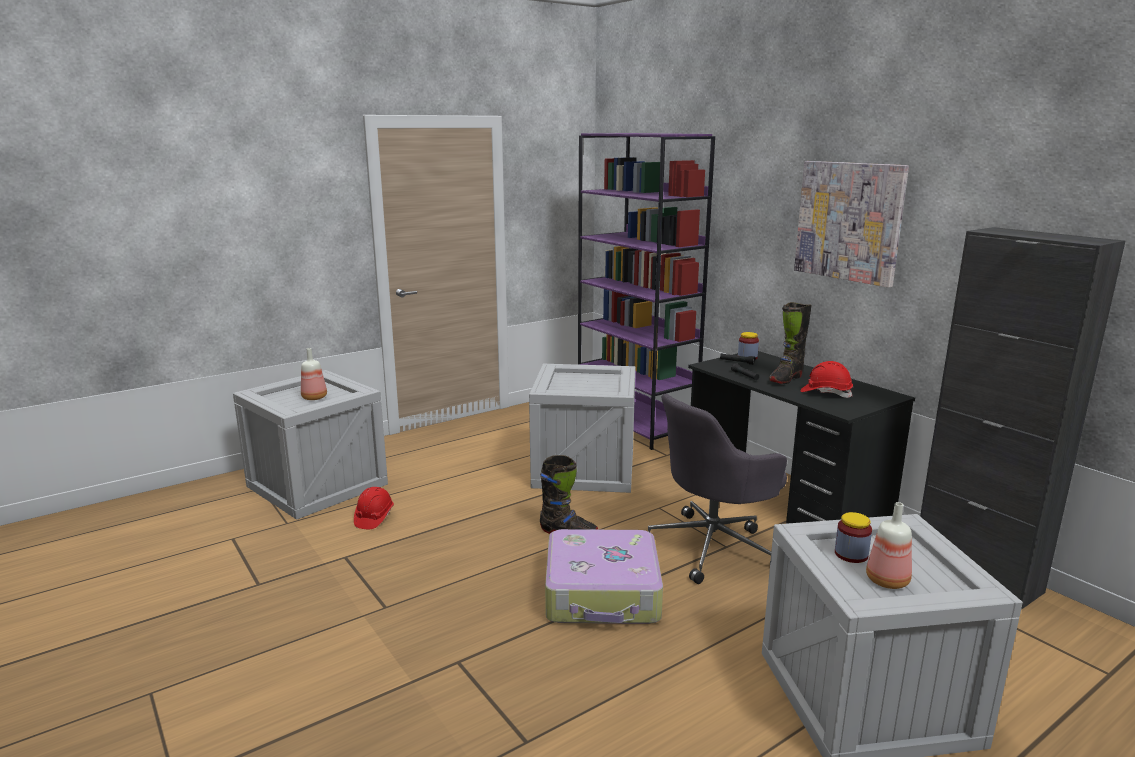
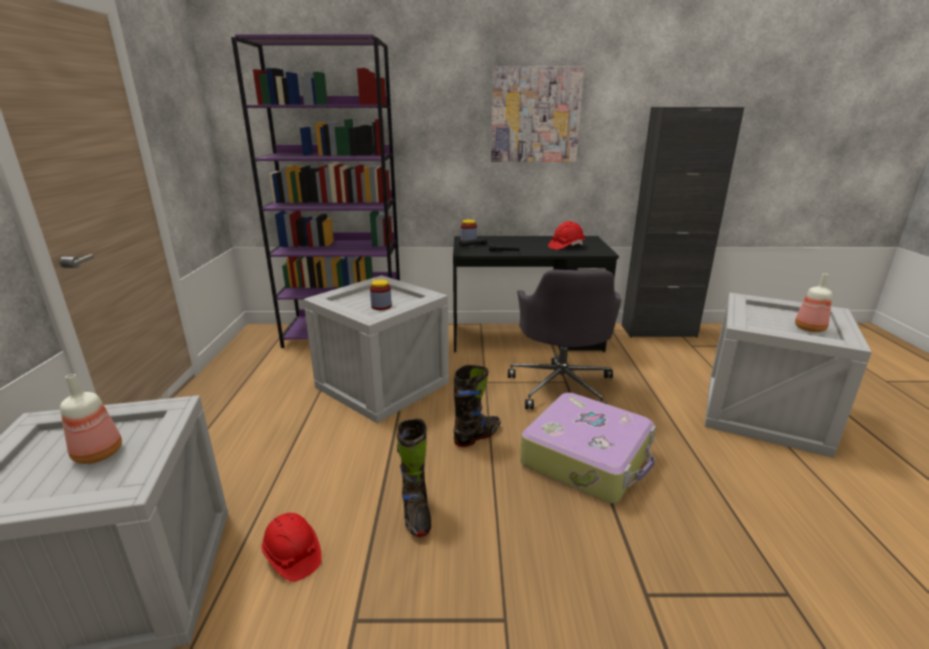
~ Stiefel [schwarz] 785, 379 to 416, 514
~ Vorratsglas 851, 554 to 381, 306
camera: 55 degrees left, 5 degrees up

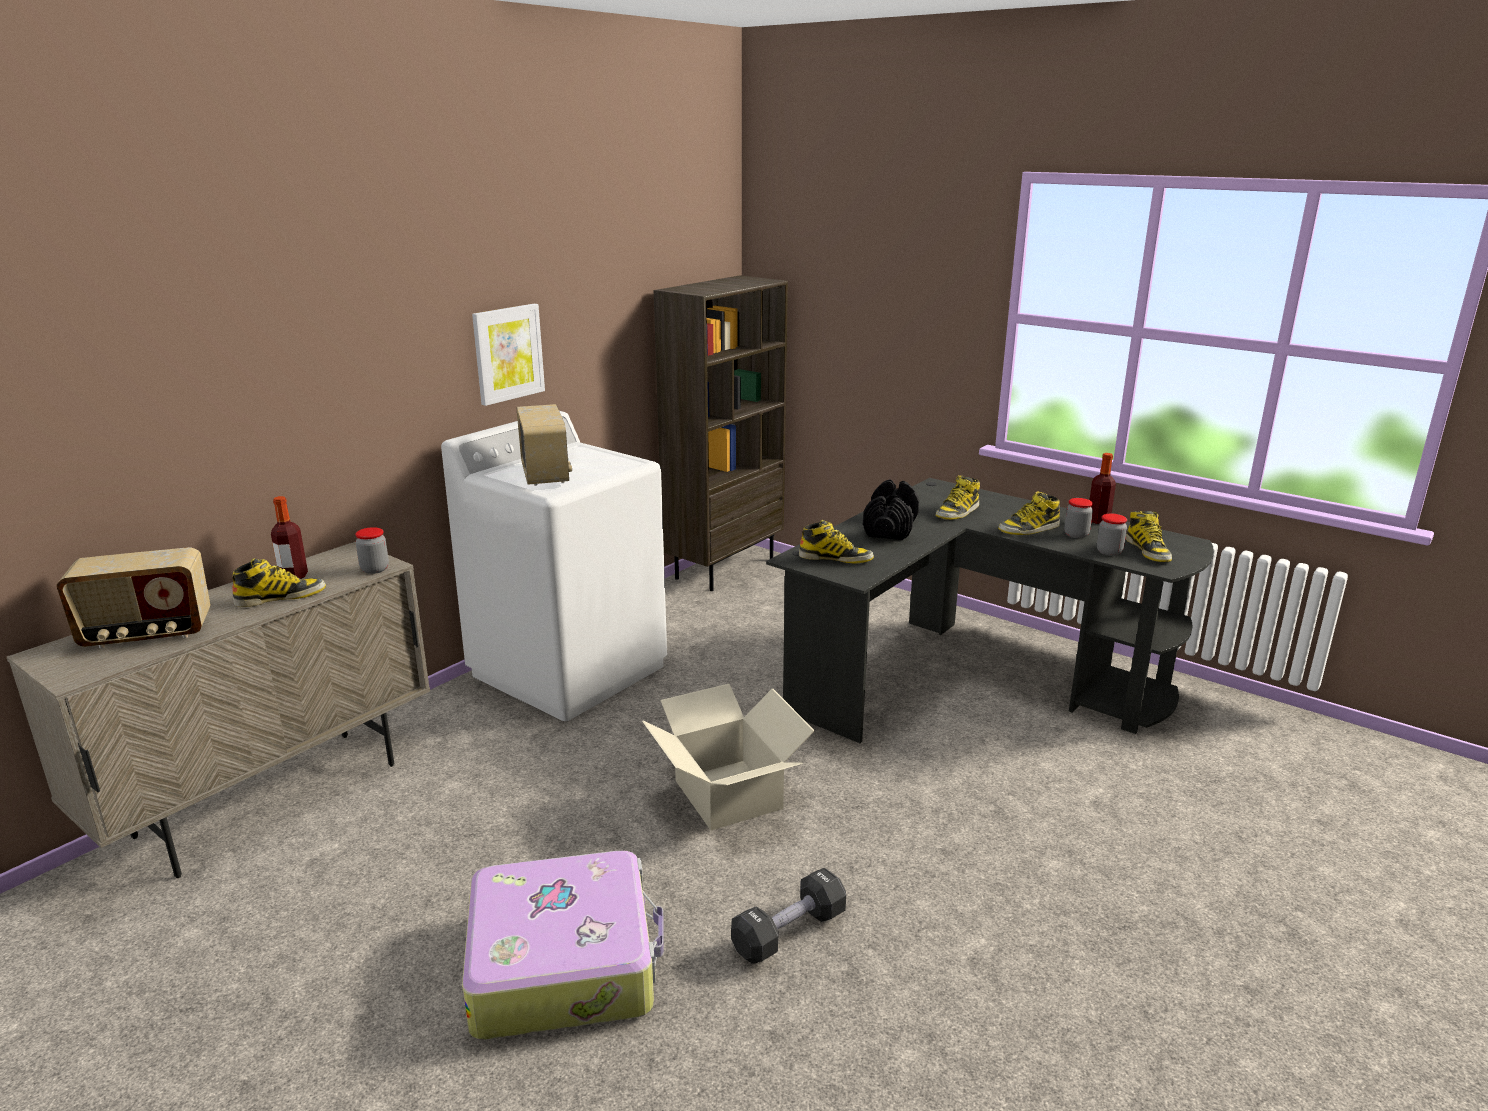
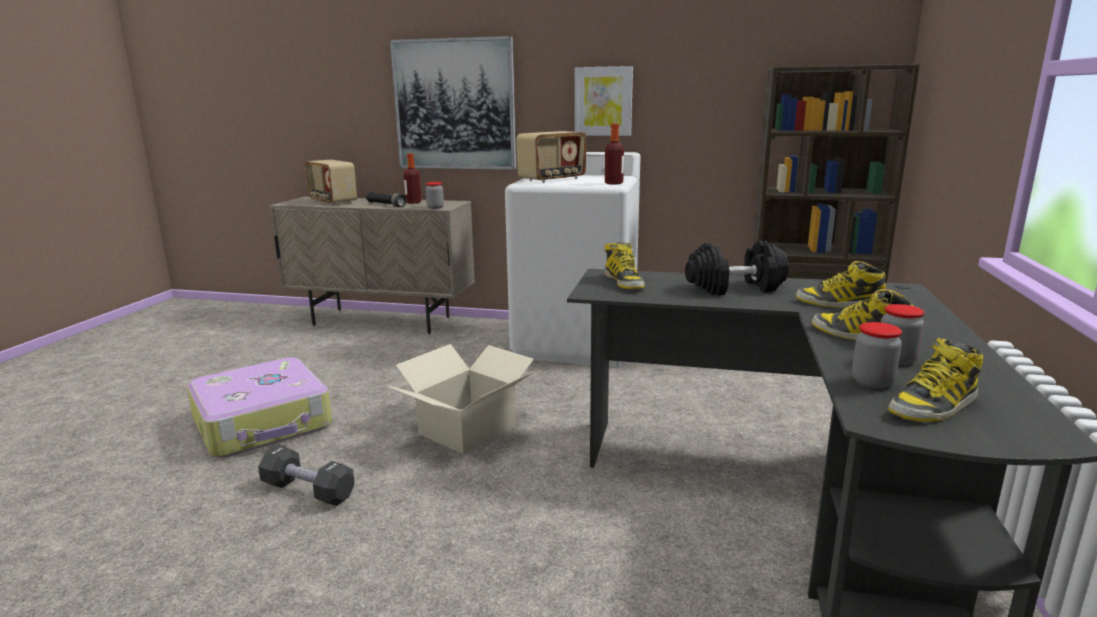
+ Bild 454, 105
~ Flasche 1098, 521 to 613, 183
~ Stiefel 281, 597 to Taschenlampe [schwarz] 386, 205
camera: 65 degrees right, 5 degrees down

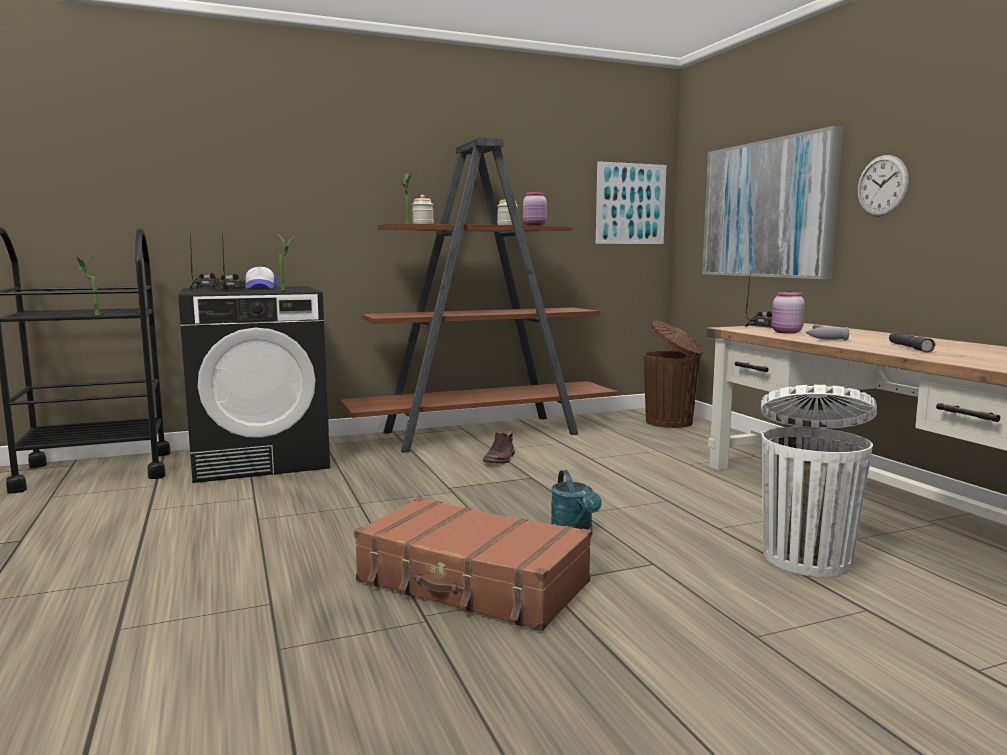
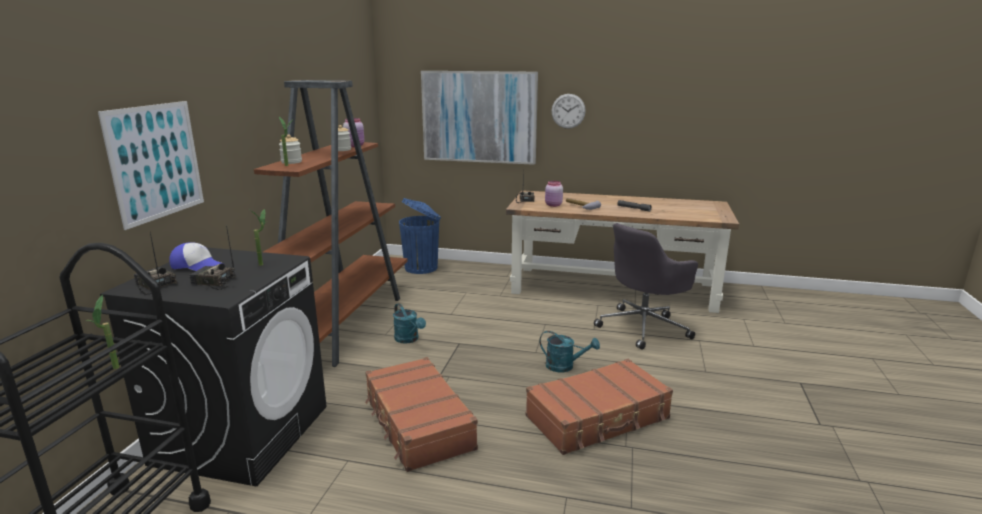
+ Koffer [braun] 418, 424
~ Bild 631, 204 to 156, 162
~ Stiefel [braun] 500, 459 to Gießkanne [türkis] 409, 339
~ Mülleimer [weiß] 806, 557 to Bürostuhl [grau] 644, 327
~ Mülleimer [braun] 670, 422 to Mülleimer [blau] 422, 267
camera: 55 degrees left, 10 degrees up

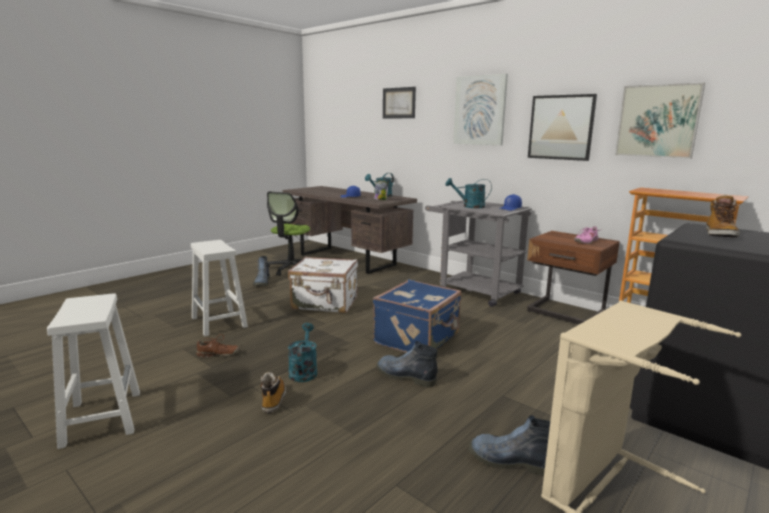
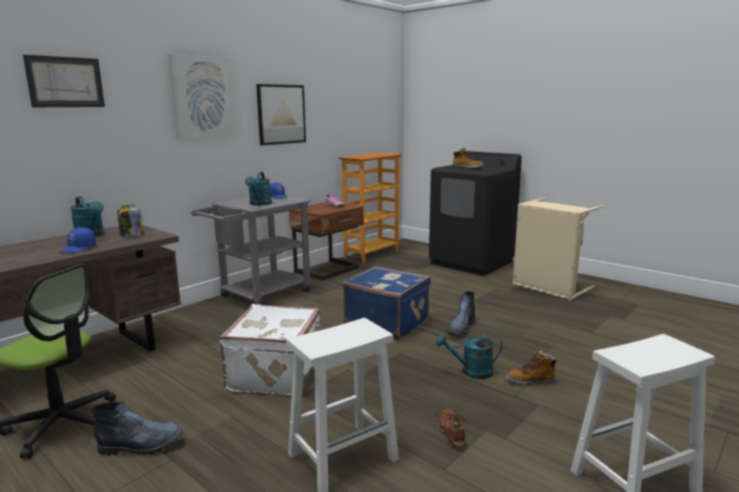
- Stiefel 510, 461
- Bild 657, 121
camera: 90 degrees left, 0 degrees up

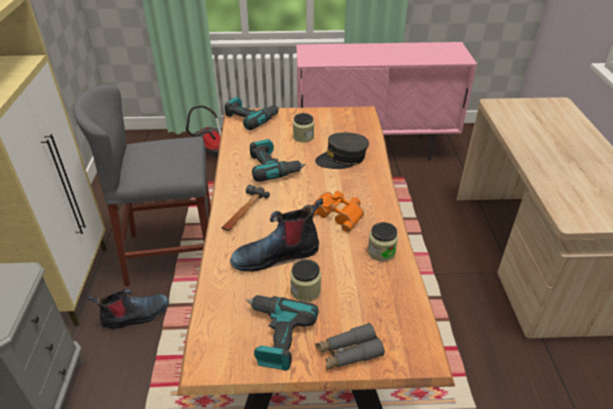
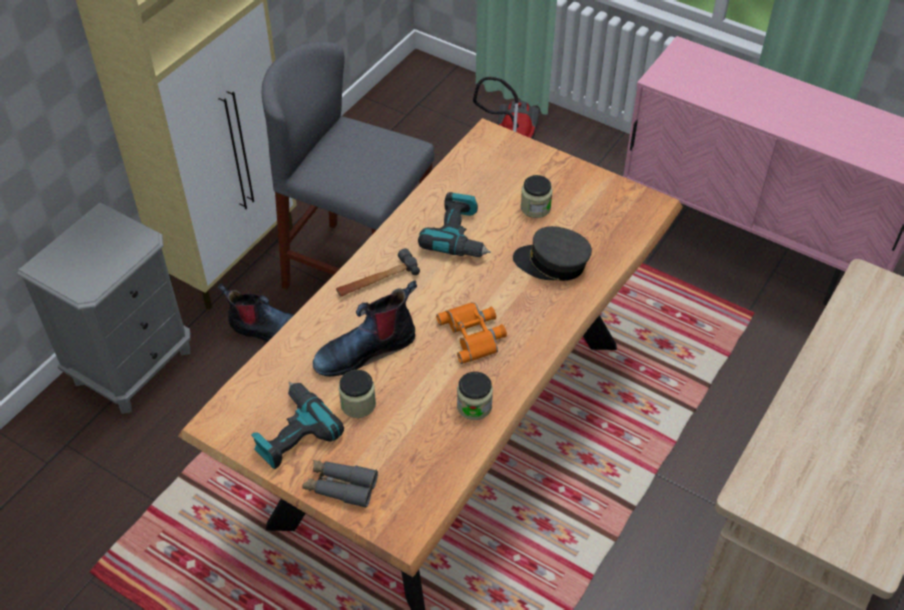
- Bohrmaschine 251, 118
~ Stiefel 277, 255 = 366, 349 45 degrees counterclockwise
camera: 35 degrees right, 10 degrees up

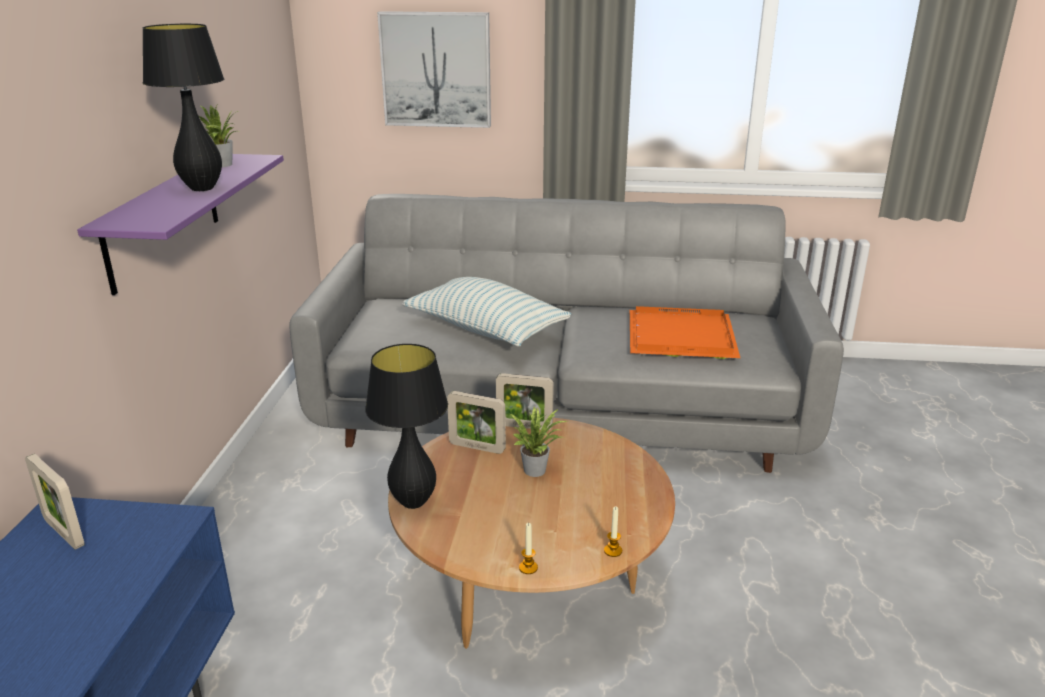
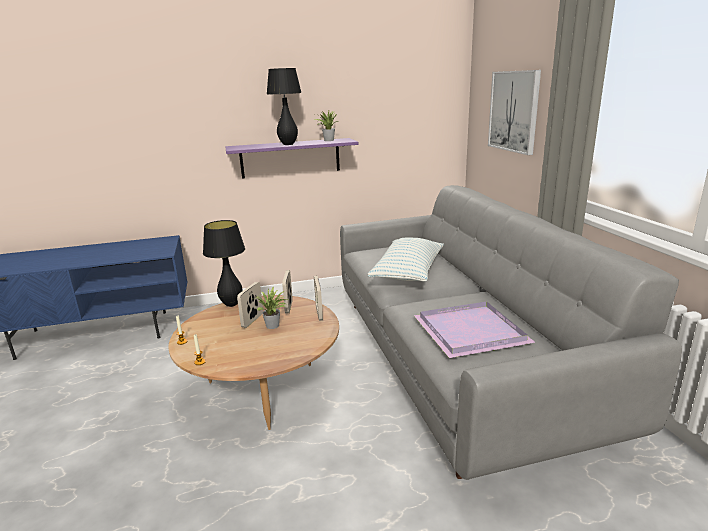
~ Bilderrahmen 64, 533 to 252, 320
~ Tablett [orange] 679, 336 to Tablett [lila] 471, 330
camera: 70 degrees right, 5 degrees down

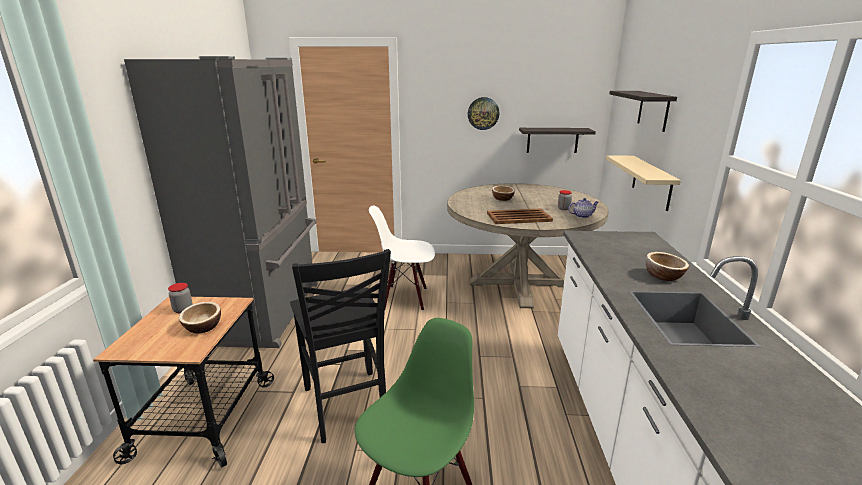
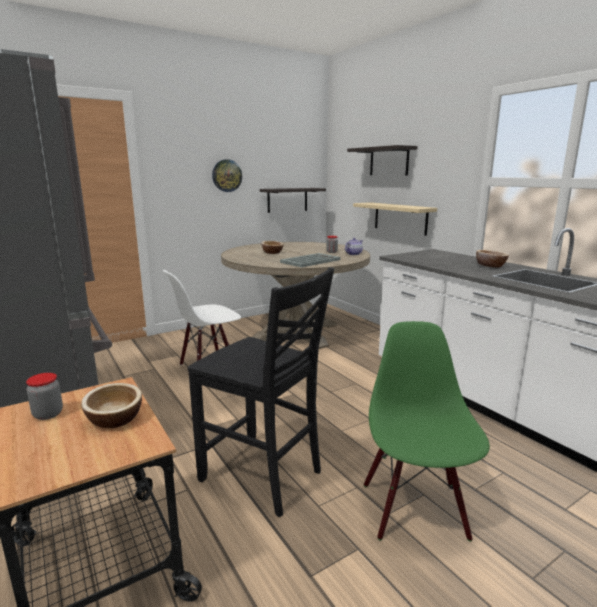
~ Tablett [braun] 519, 217 to Tablett [grau] 311, 261
camera: 35 degrees left, 5 degrees down

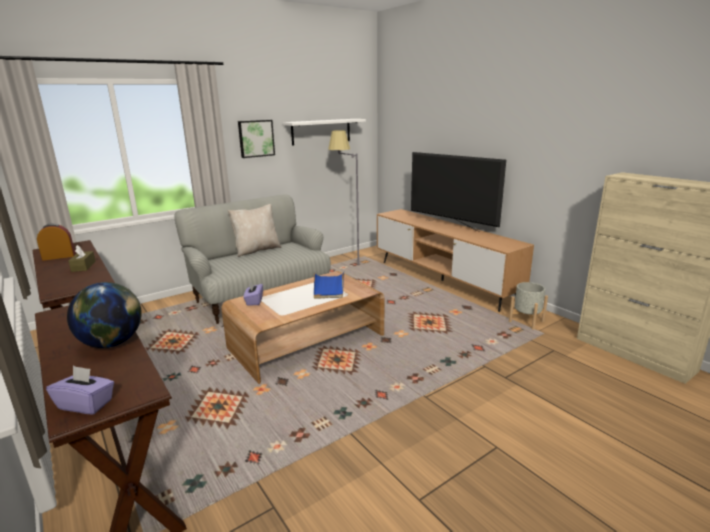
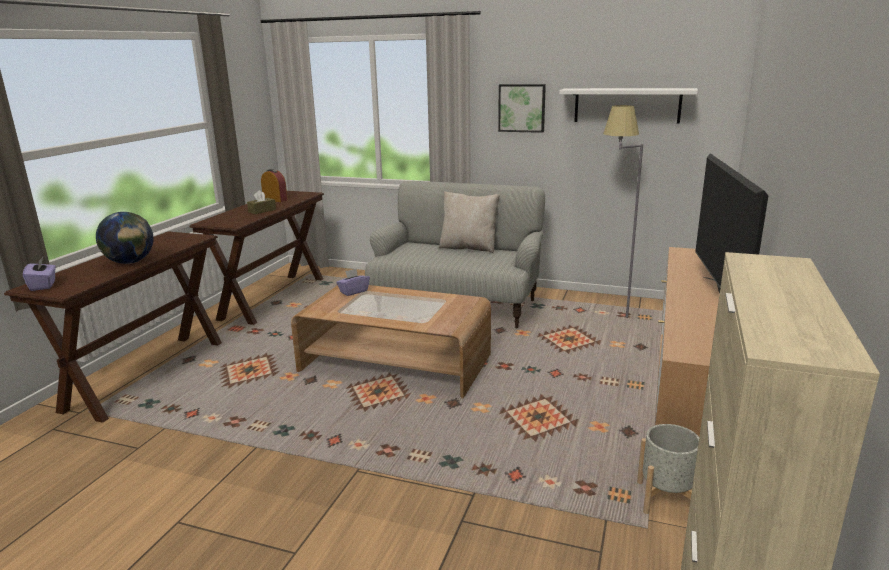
- Tablett [blau] 329, 287
camera: 55 degrees right, 0 degrees up

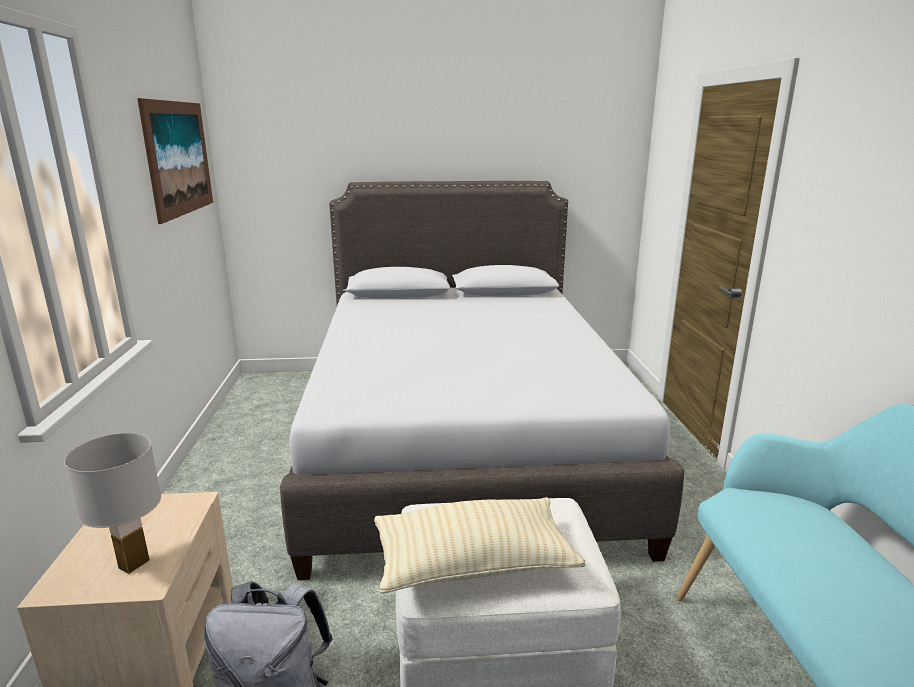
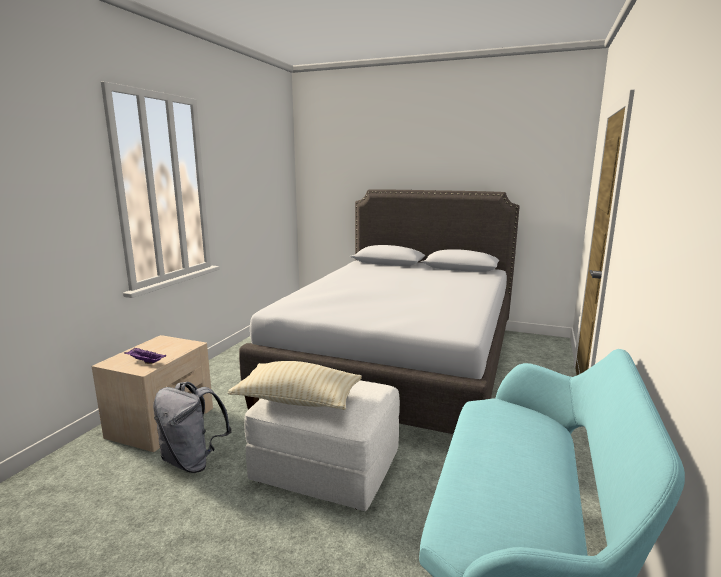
- Bild 179, 158
~ Tischlampe [weiß] 134, 565 to Tablett [lila] 145, 361
camera: 25 degrees right, 5 degrees down

